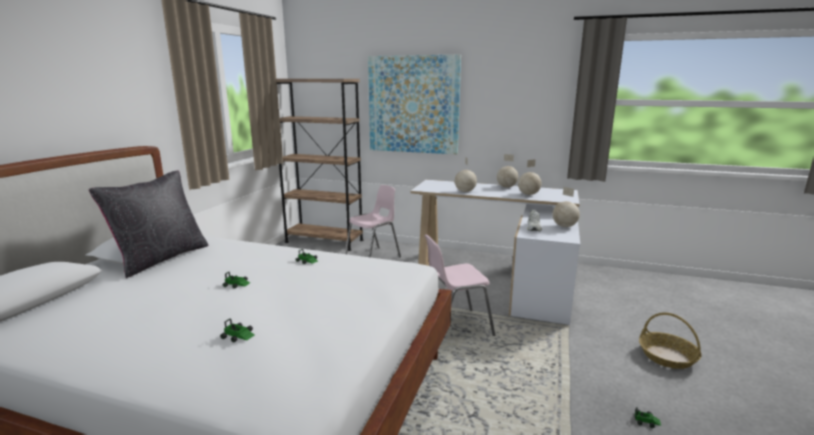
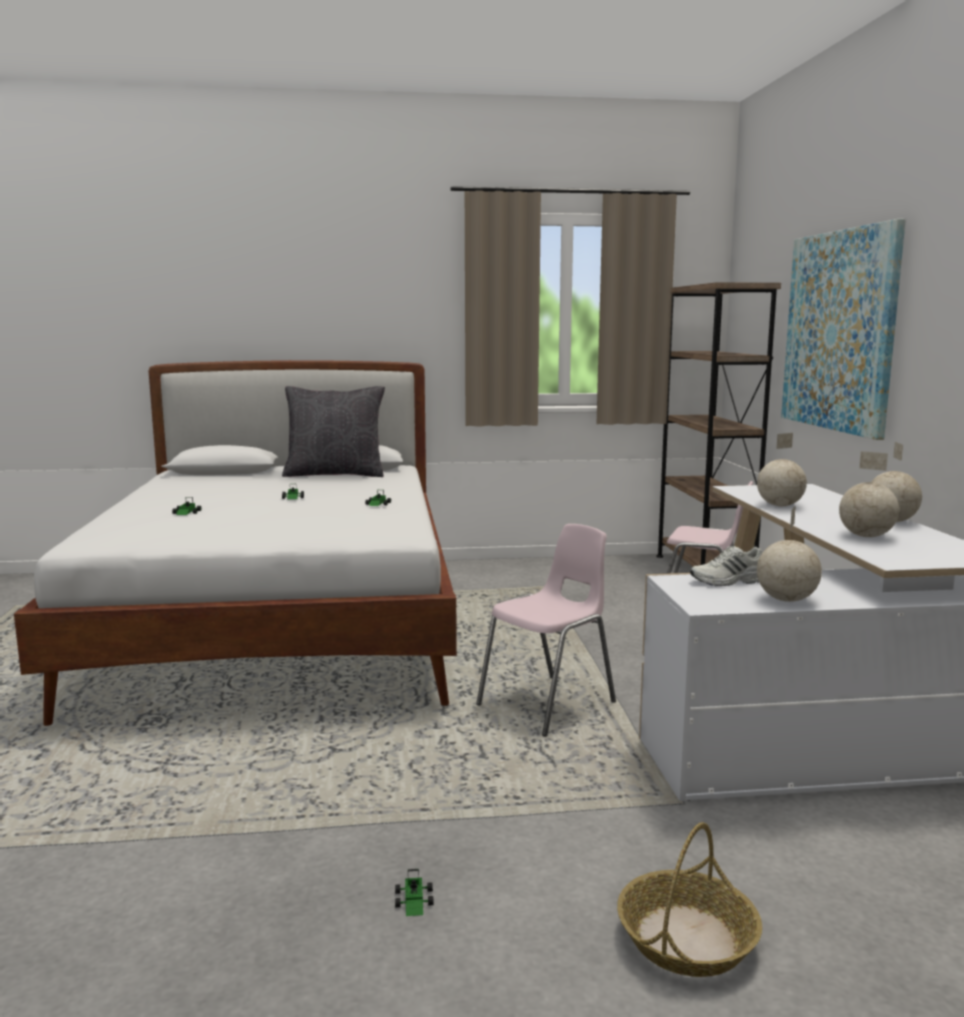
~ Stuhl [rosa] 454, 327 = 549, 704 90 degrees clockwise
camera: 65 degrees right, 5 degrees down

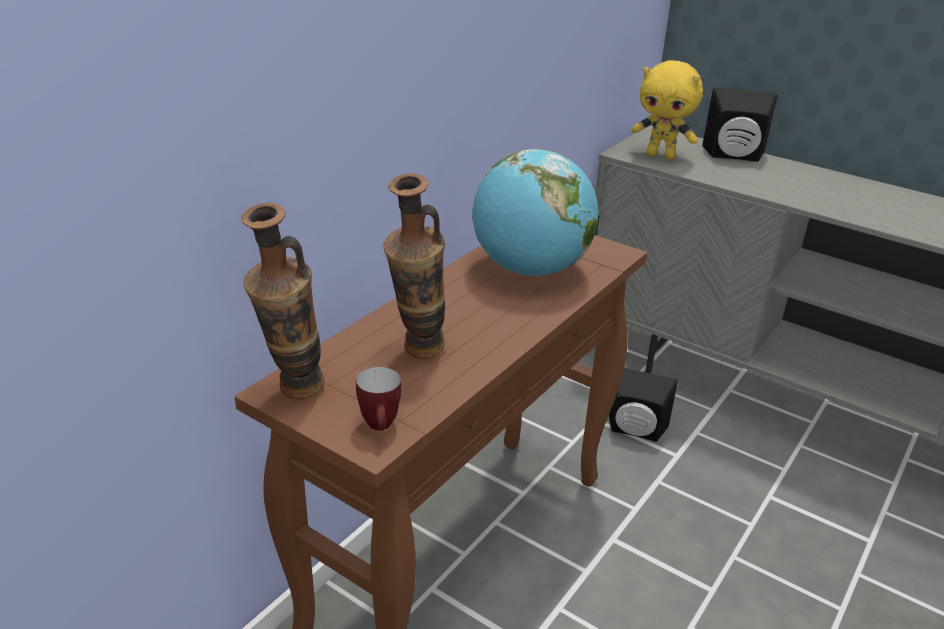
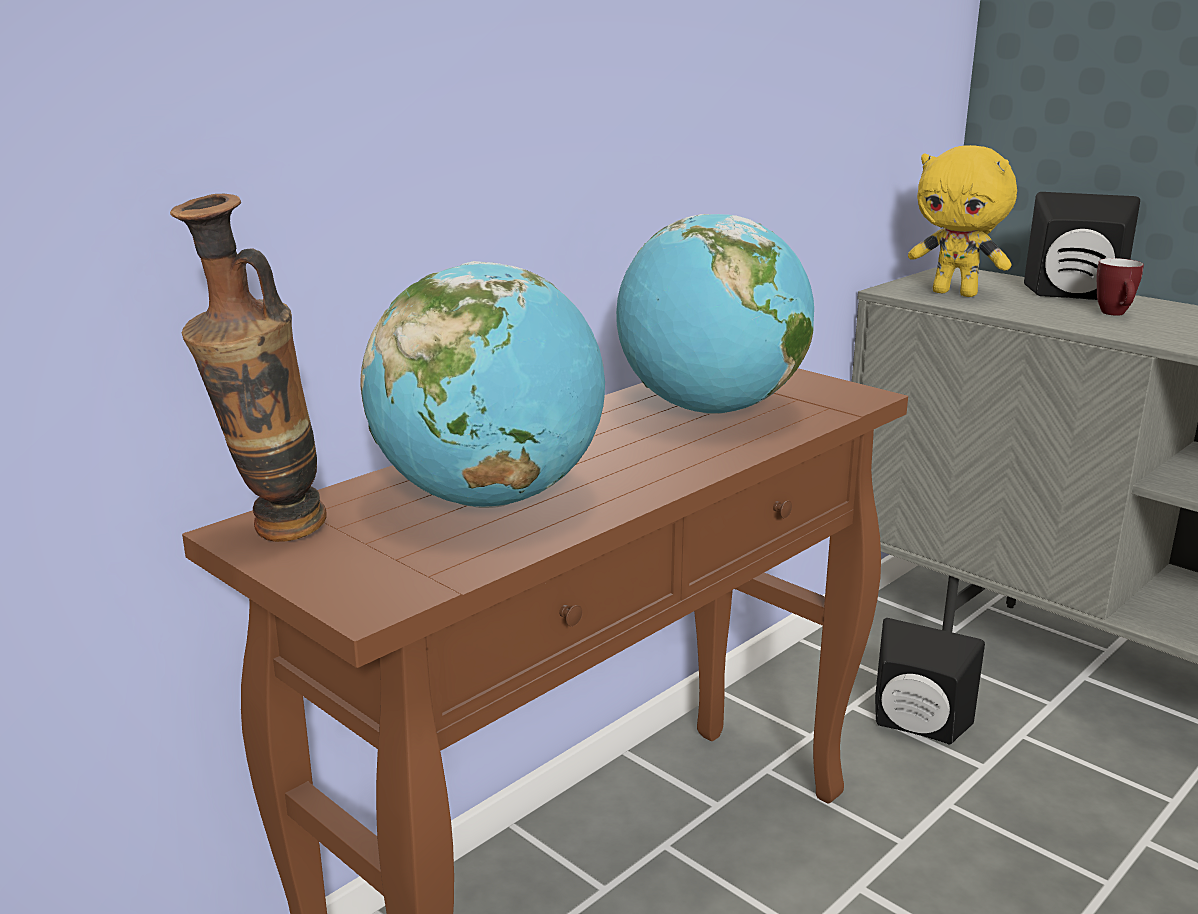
~ Henkelbecher 381, 428 to 1116, 314
~ Vase 417, 355 to Globus 490, 498
camera: 10 degrees right, 10 degrees down

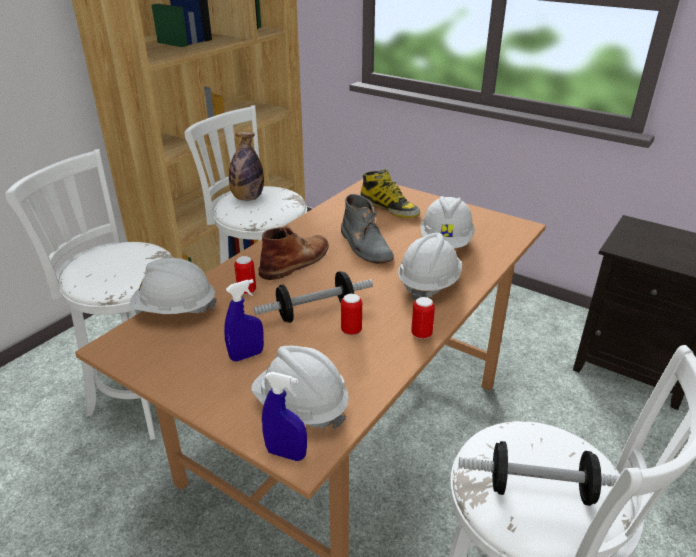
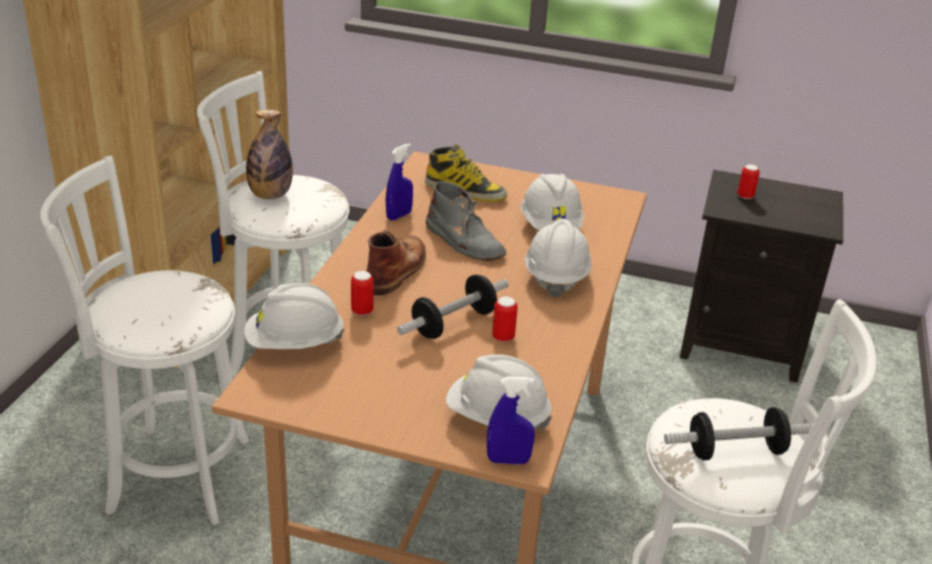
~ Sprühflasche [blau] 246, 355 to 399, 216
~ Dose 421, 334 to 745, 196
camera: 20 degrees left, 0 degrees up

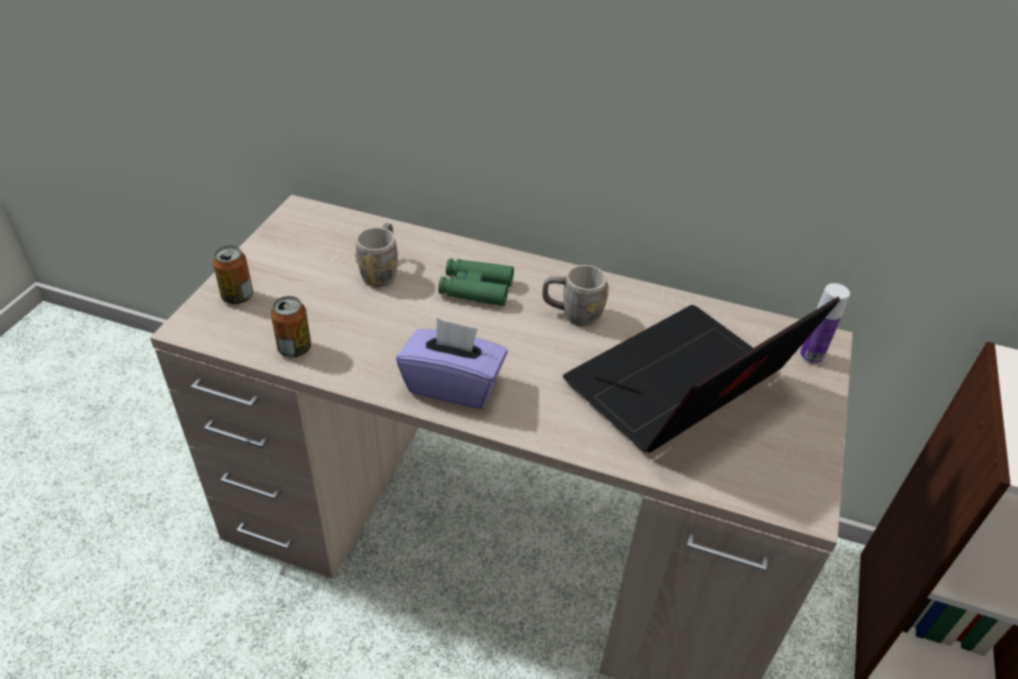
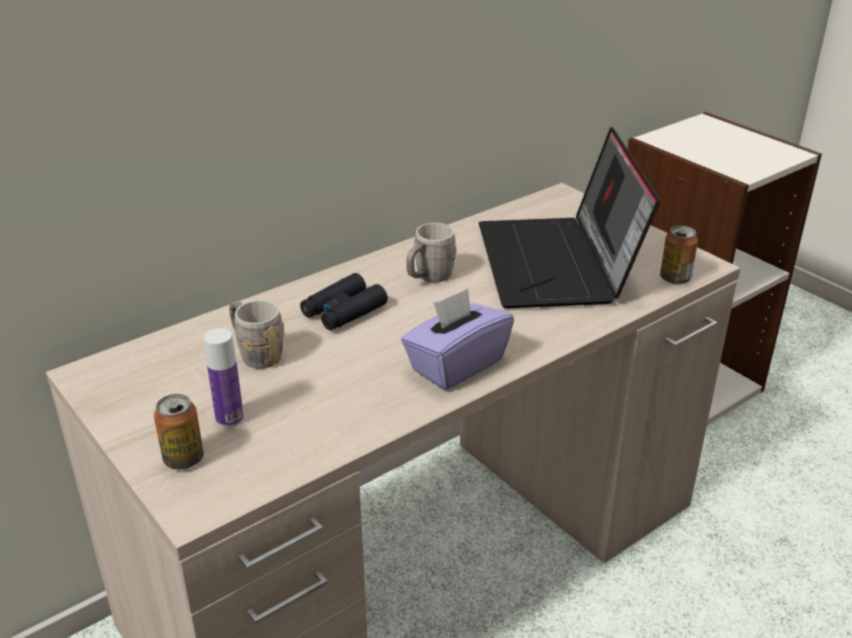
~ Dose 295, 348 to 675, 278
~ Flasche 811, 356 to 229, 418
~ Fernglas [grün] 475, 289 to Fernglas [schwarz] 343, 311
camera: 55 degrees left, 10 degrees down

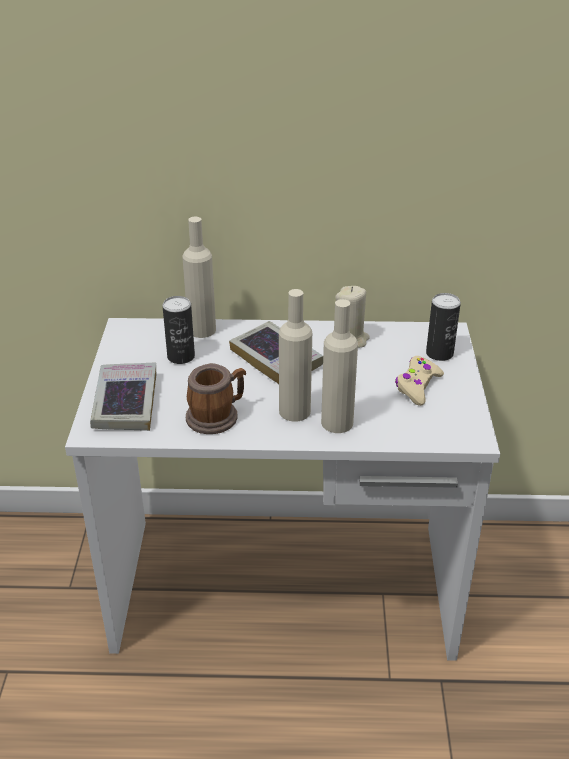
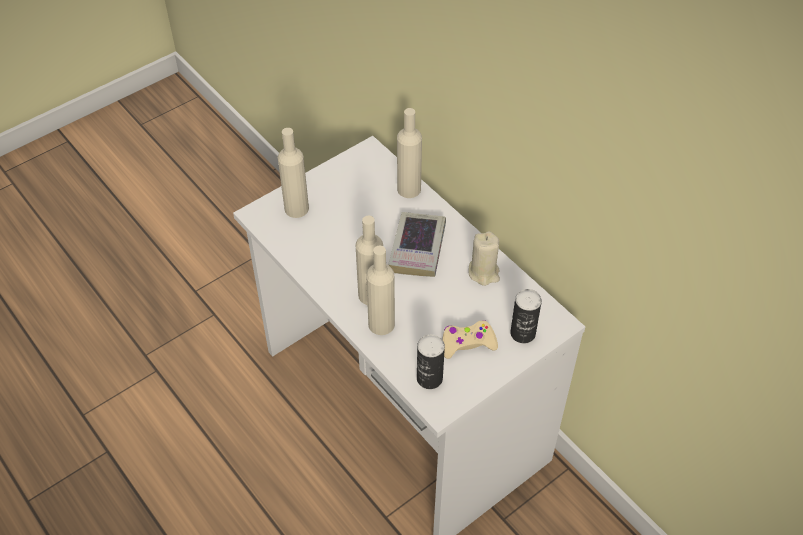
- Henkelbecher 217, 416
~ Dose 181, 356 to 429, 378
~ Buch 125, 402 to Flasche [beige] 296, 208
camera: 50 degrees right, 15 degrees up

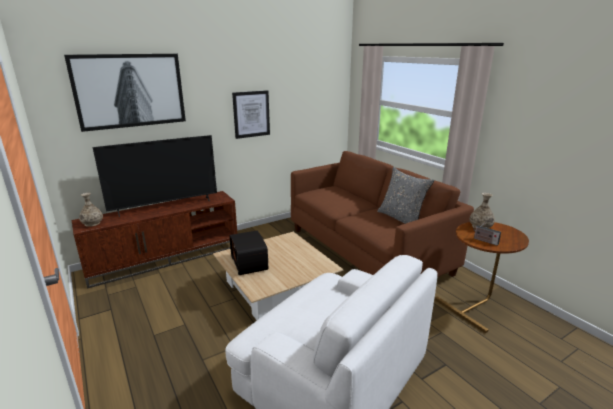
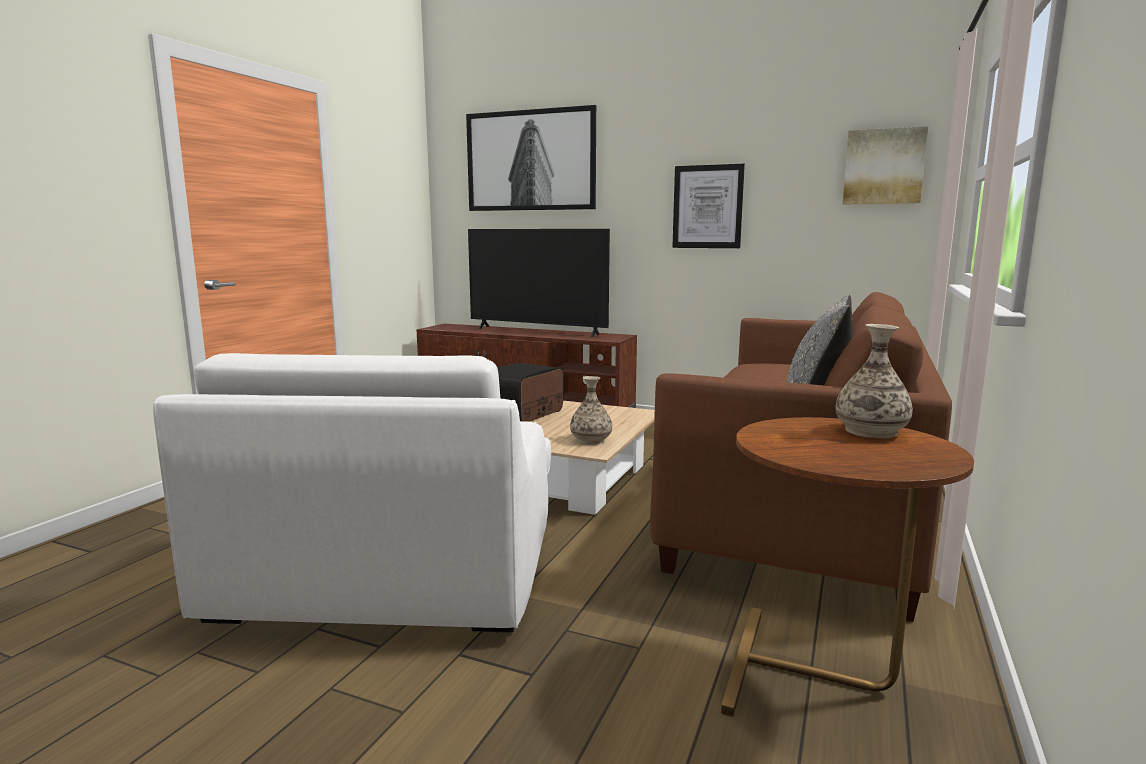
- Radio 484, 241
+ Bild 883, 167
~ Vase 92, 223 to 590, 440
camera: 55 degrees right, 10 degrees down

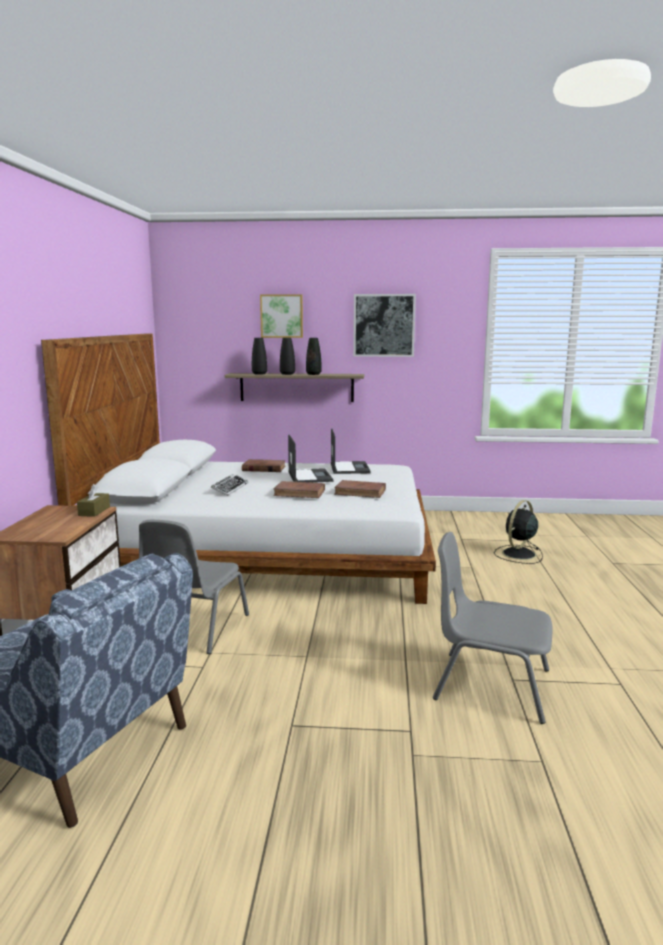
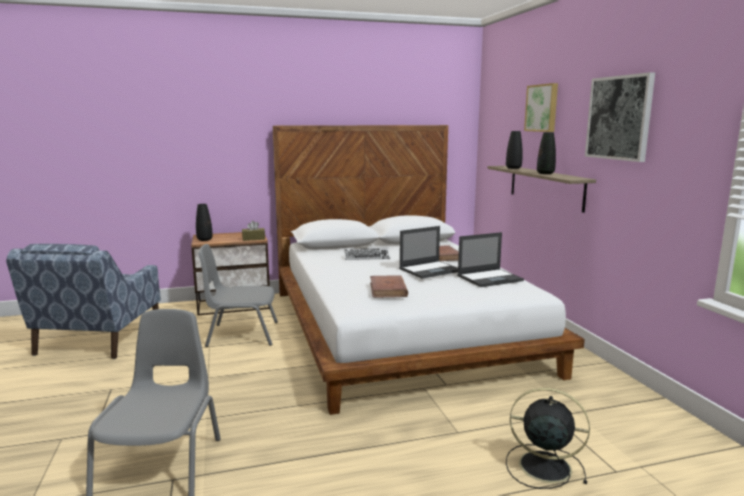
- Buch [braun] 299, 493
~ Vase [schwarz] 287, 374 to 204, 239
camera: 70 degrees right, 0 degrees up

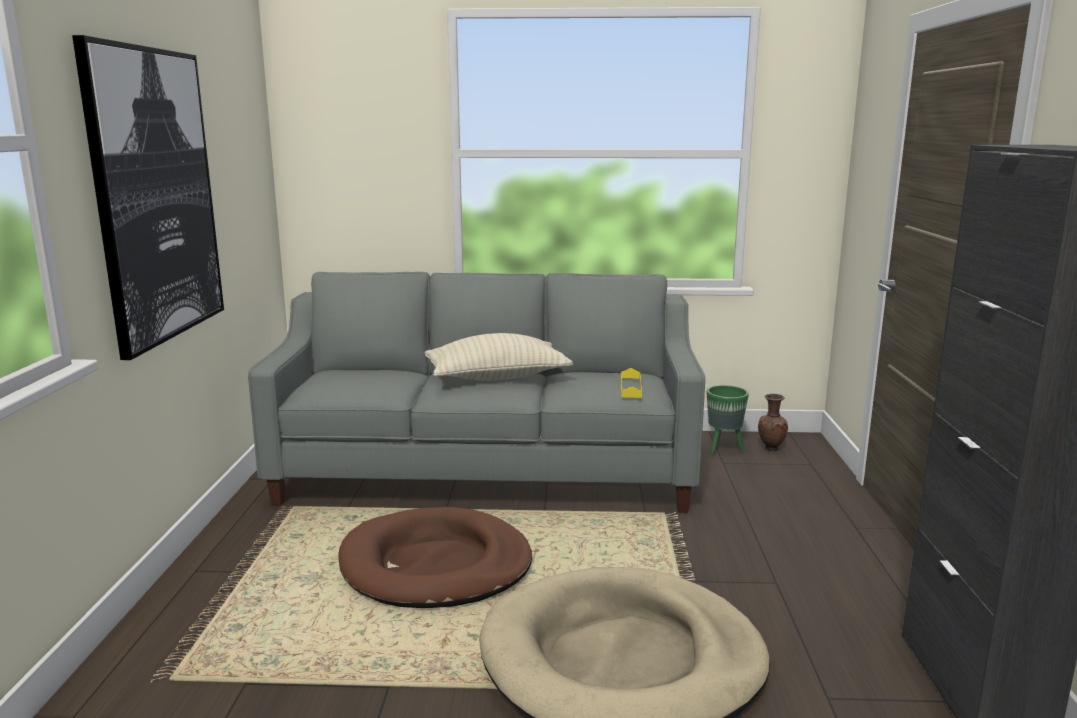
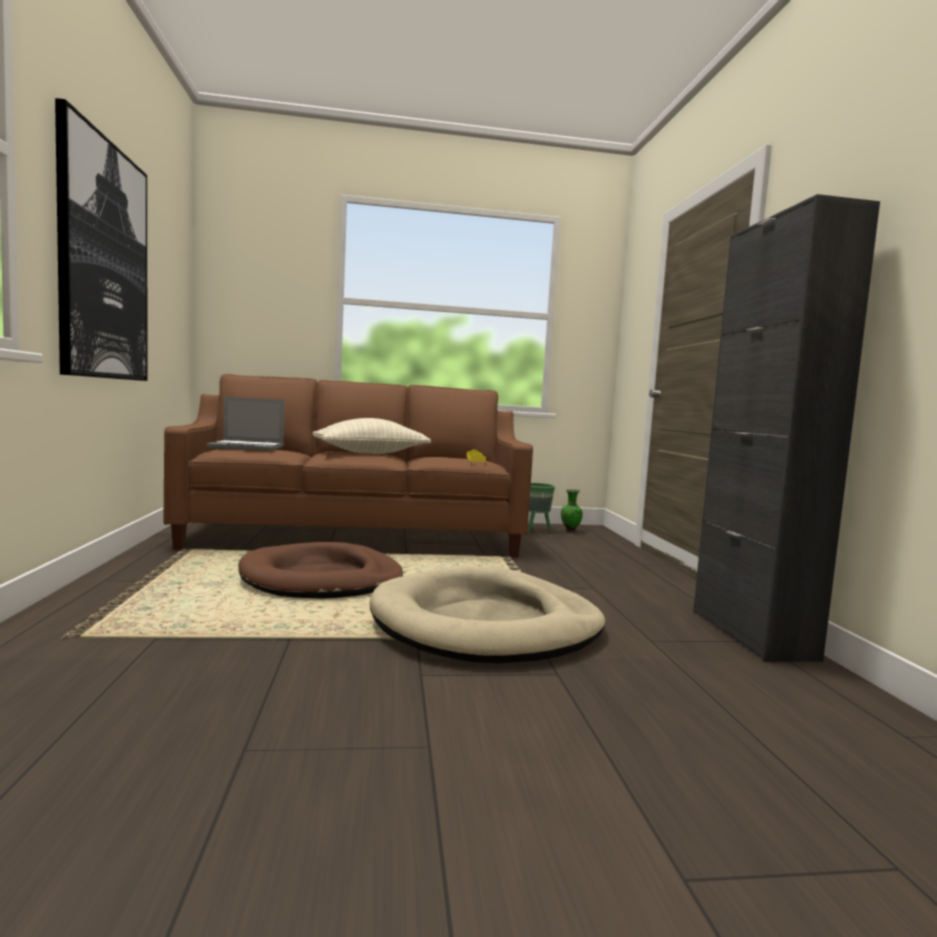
+ Laptop 248, 447
~ Sofa [grau] 488, 472 to Sofa [braun] 357, 537
~ Vase [braun] 770, 449 to Vase [grün] 569, 531
camera: 10 degrees left, 10 degrees down

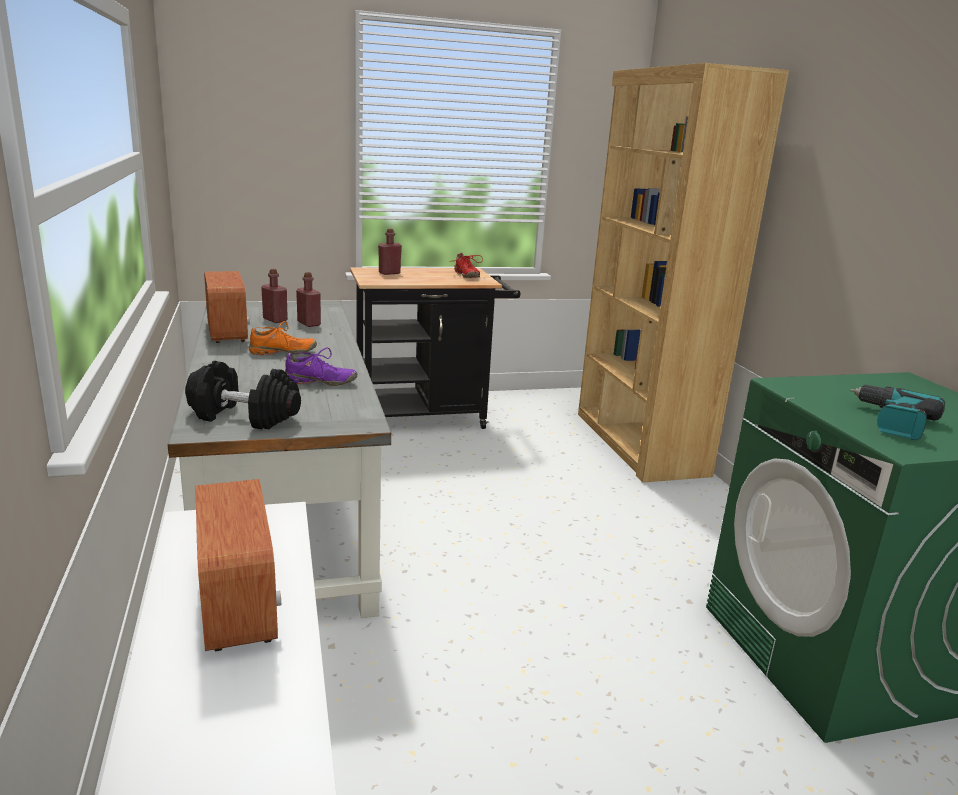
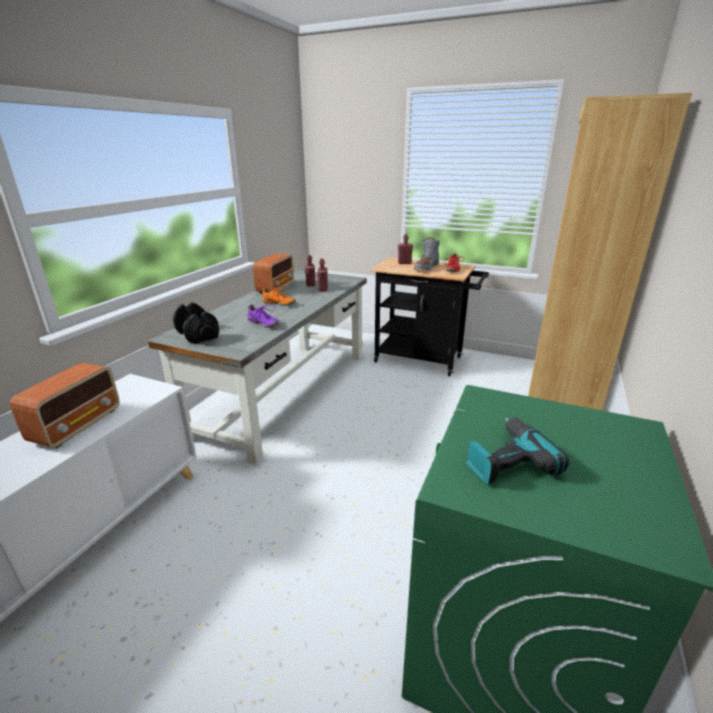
+ Stiefel [grau] 426, 268
camera: 40 degrees right, 5 degrees up

